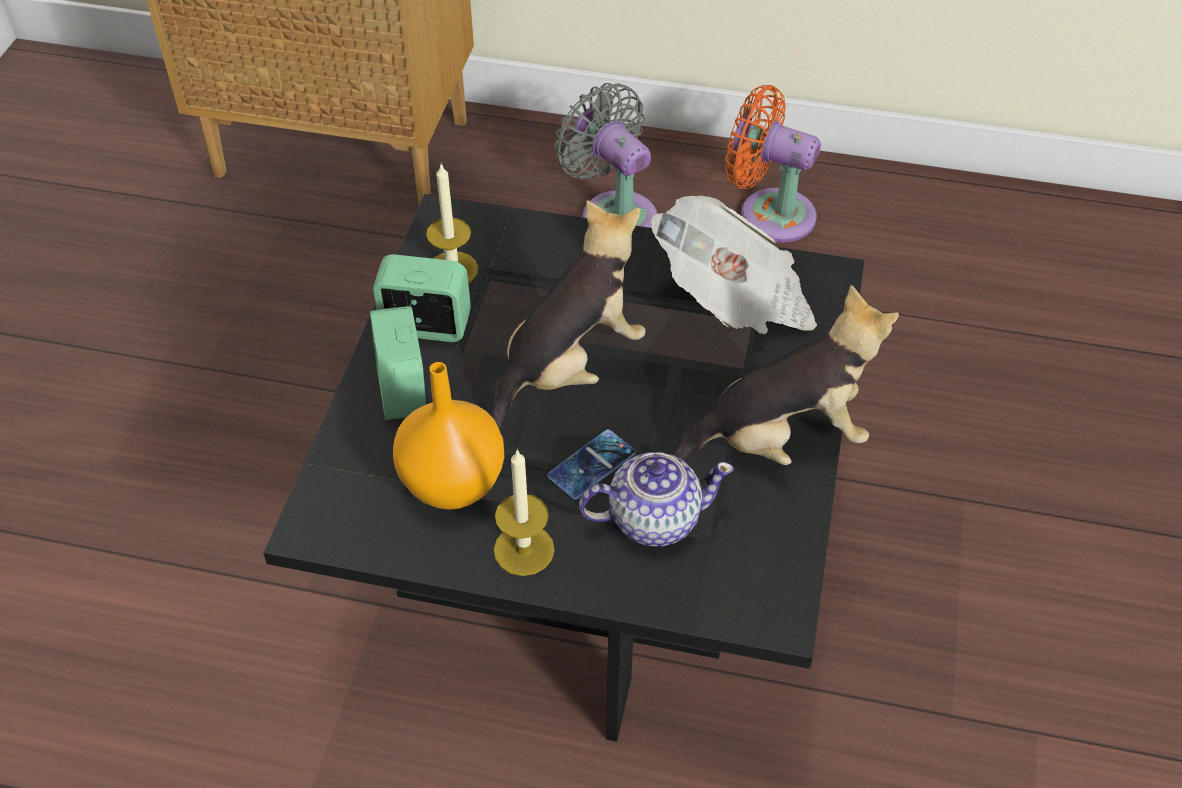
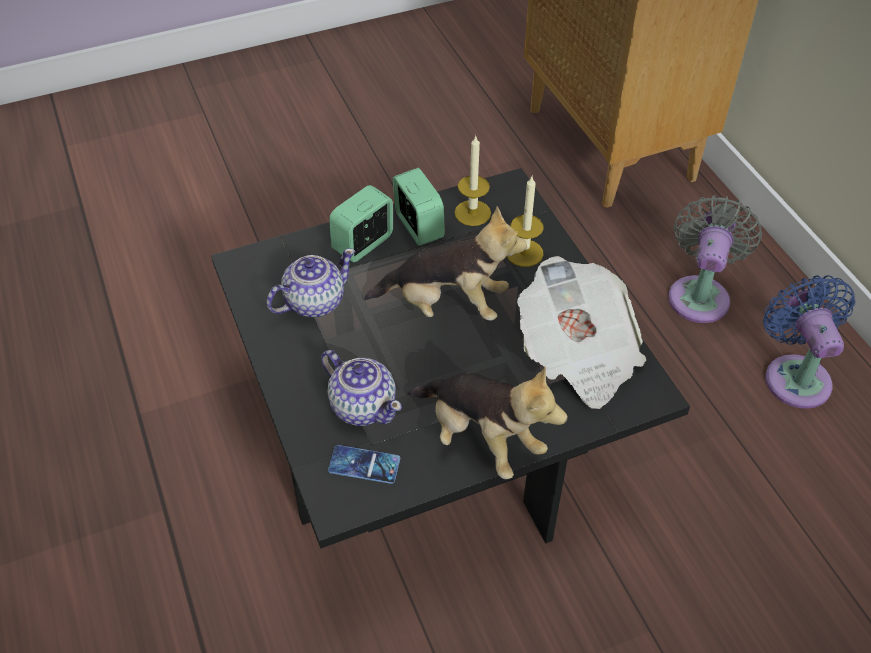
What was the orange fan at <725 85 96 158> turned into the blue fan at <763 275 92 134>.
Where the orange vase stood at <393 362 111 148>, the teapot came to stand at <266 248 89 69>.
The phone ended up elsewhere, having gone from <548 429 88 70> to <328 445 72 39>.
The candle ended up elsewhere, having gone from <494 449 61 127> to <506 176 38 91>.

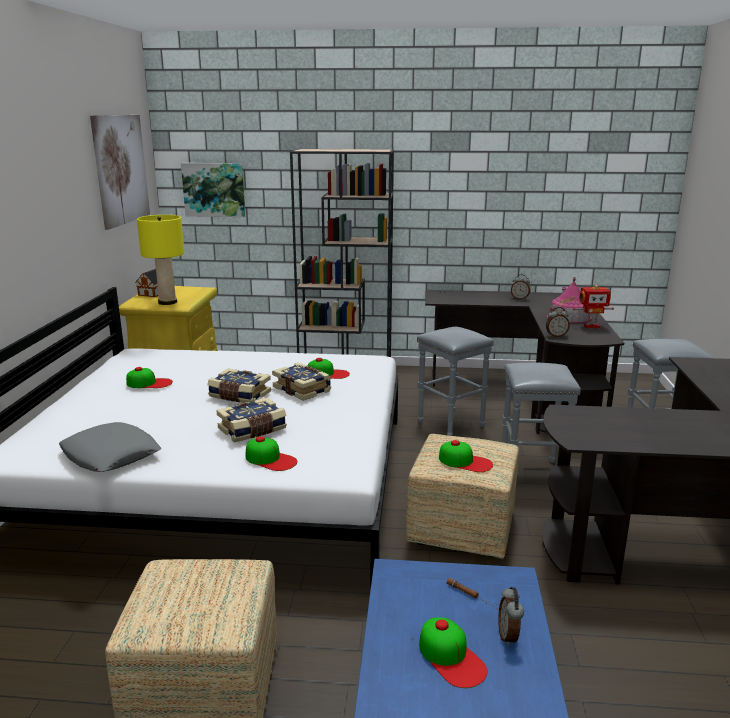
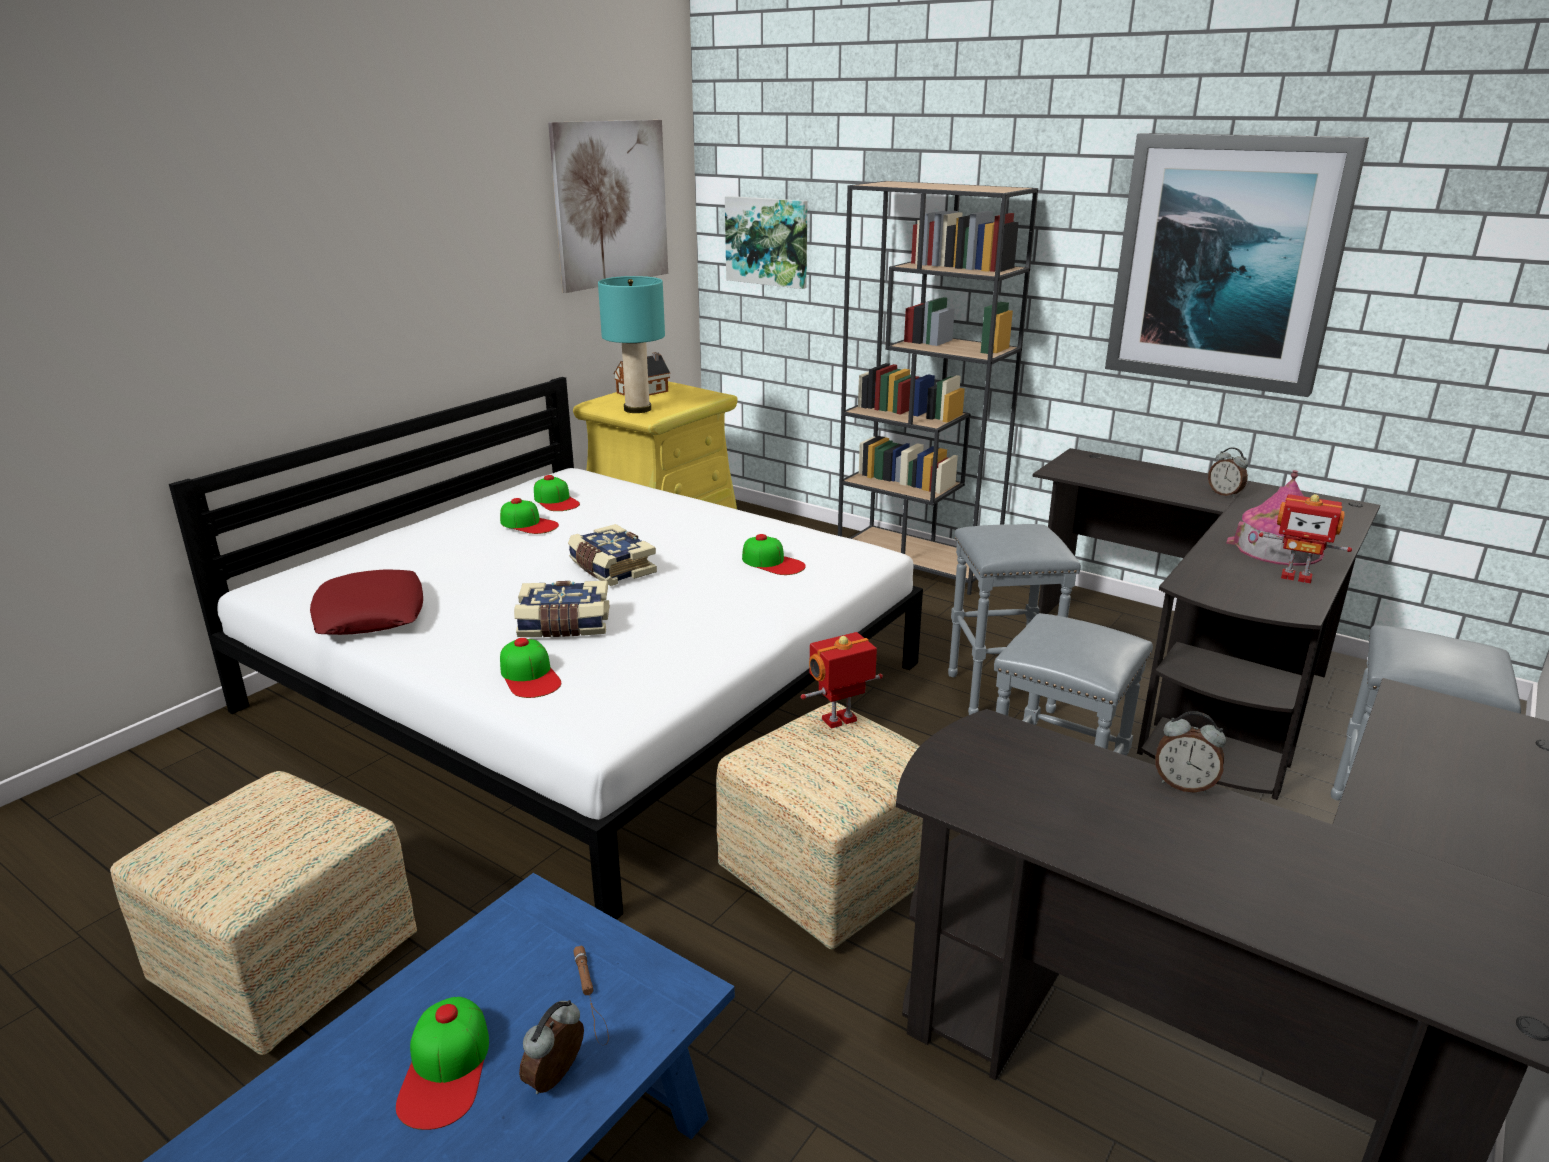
What was the yellow table lamp at <137 215 48 90> turned into the turquoise table lamp at <598 276 67 137>.
The alarm clock ended up elsewhere, having gone from <546 307 24 30> to <1155 711 71 82>.
The second view lost the book at <272 363 59 38>.
What was the grey pillow at <59 422 102 50> turned into the red pillow at <310 570 113 65>.
The cap ended up elsewhere, having gone from <439 440 54 32> to <534 475 46 36>.
The second view gained the picture at <1105 133 264 264>.
The second view gained the toy robot at <801 632 82 97>.

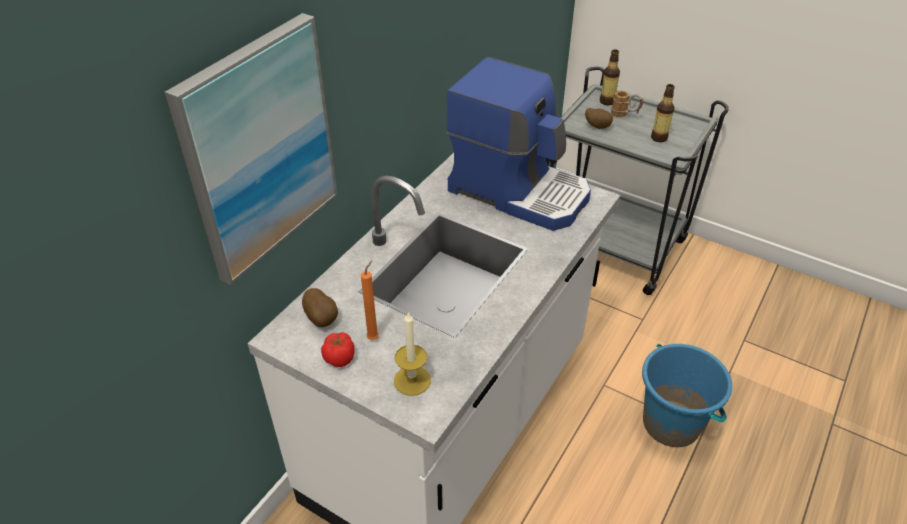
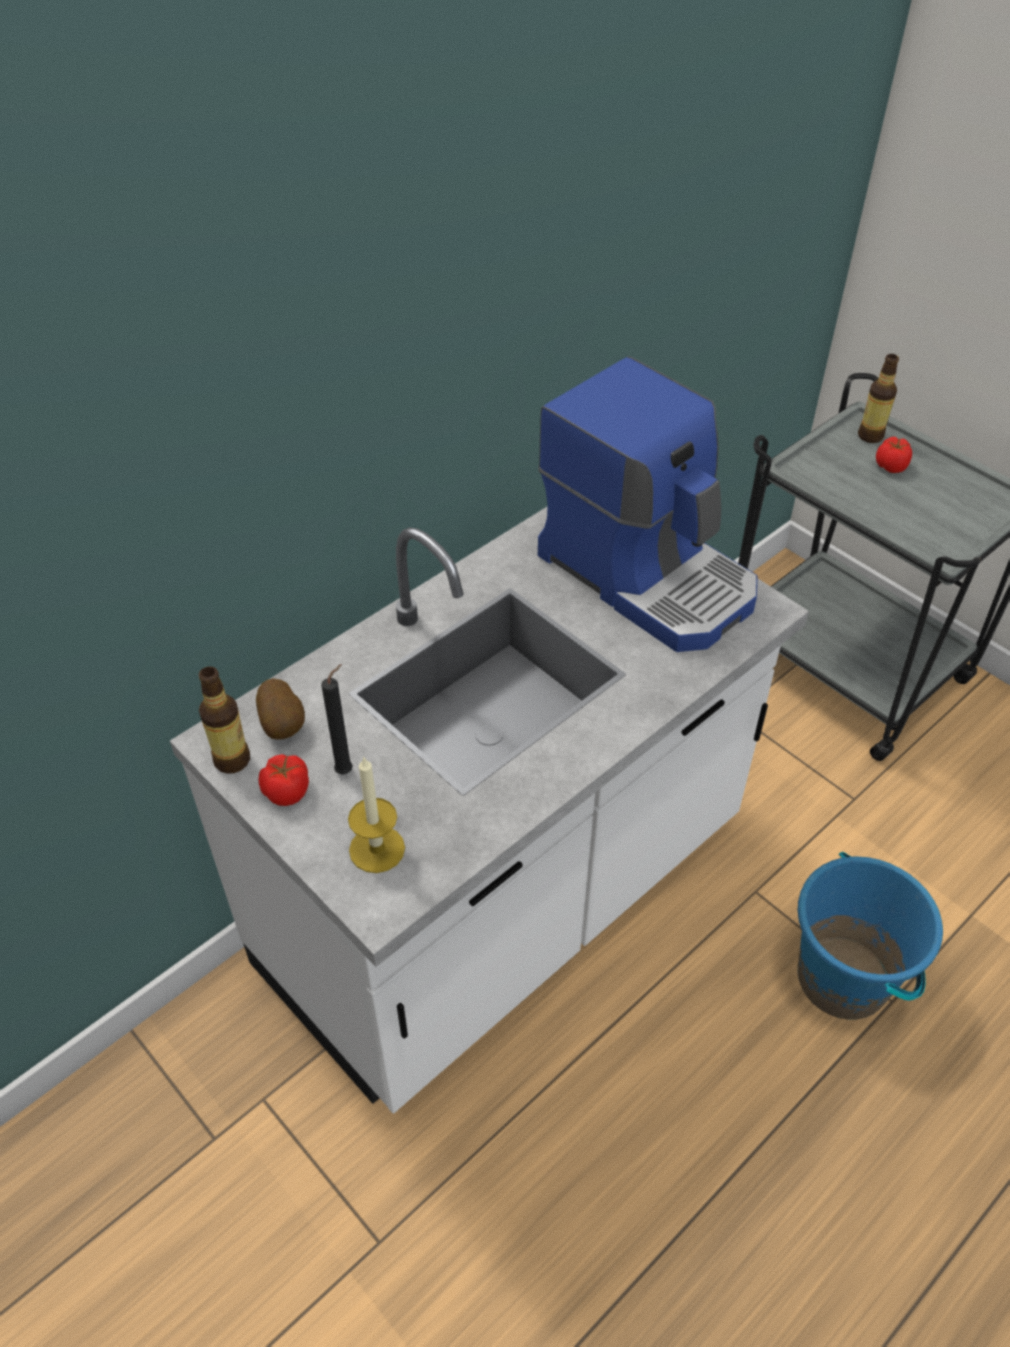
The second view lost the picture at <165 13 173 272>.
The bottle ended up elsewhere, having gone from <651 84 24 58> to <199 666 51 108>.
Where the mug stood at <611 91 32 26>, the tomato came to stand at <876 437 36 36>.
The second view lost the potato at <585 108 28 21>.
What was the orange candle at <361 261 18 79> turned into the black candle at <321 664 32 110>.

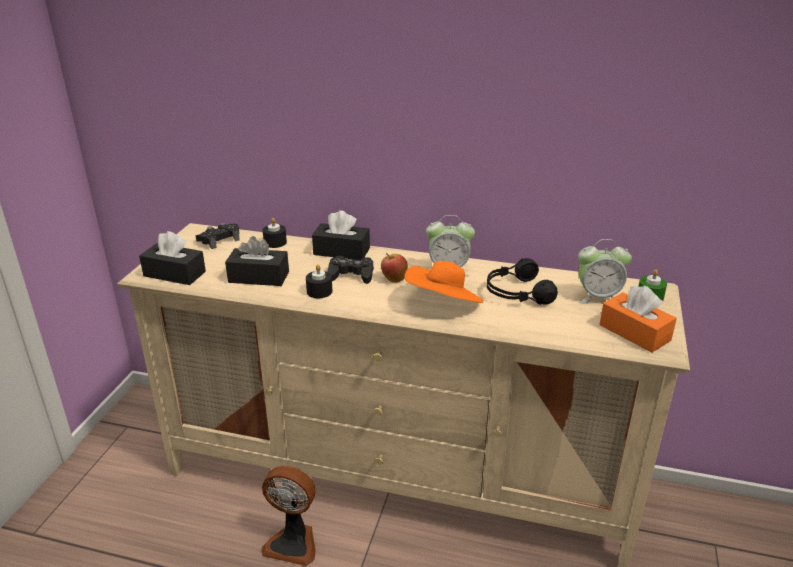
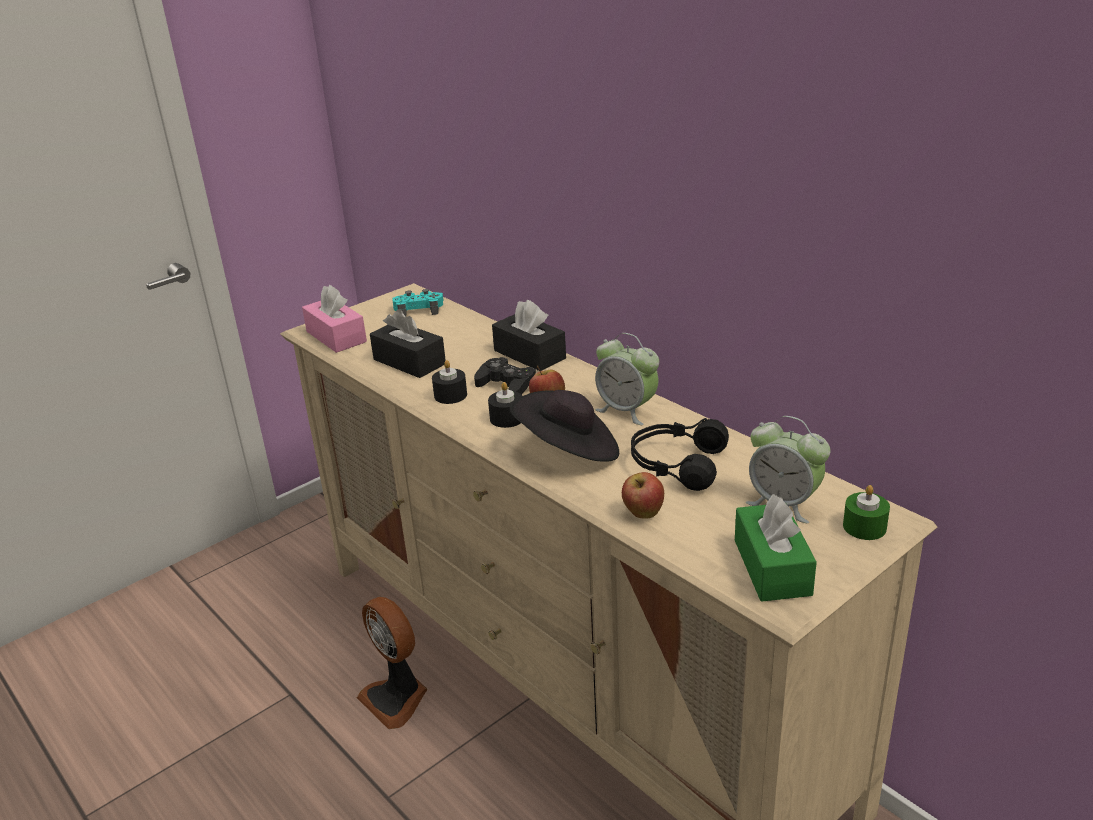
The black candle ended up elsewhere, having gone from <263 218 24 30> to <488 382 35 46>.
What was the black game controller at <196 223 44 26> turned into the turquoise game controller at <393 289 51 28>.
What was the black tissue box at <139 231 67 54> turned into the pink tissue box at <302 285 65 68>.
What was the orange hat at <405 261 79 42> turned into the black hat at <510 390 109 72>.
What was the orange tissue box at <600 286 77 67> turned into the green tissue box at <735 494 82 108>.
The second view gained the apple at <622 472 42 47>.

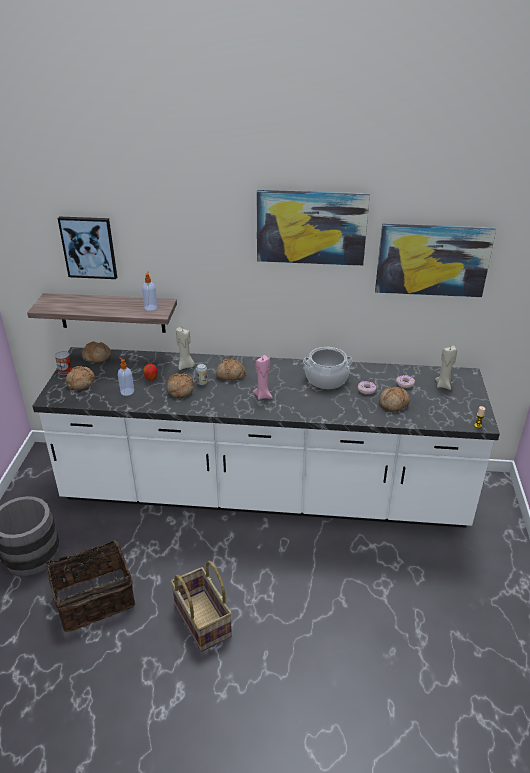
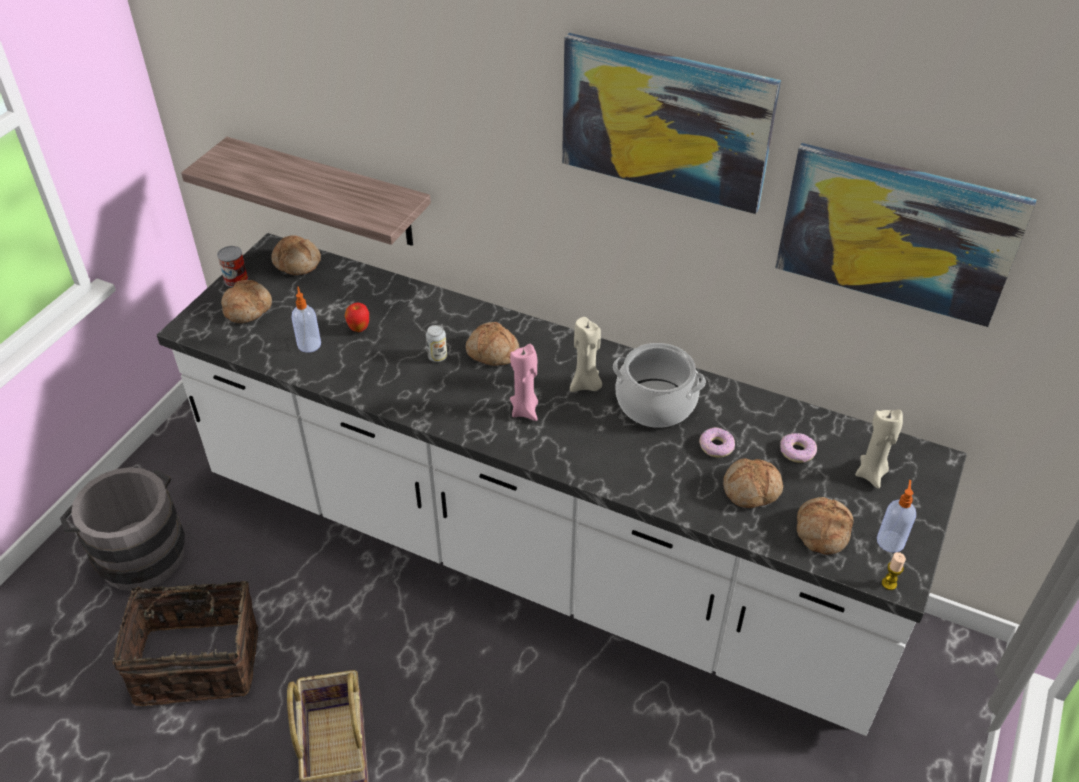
The second view lost the picture at <58 217 59 62>.
The soap dispenser ended up elsewhere, having gone from <142 271 16 40> to <877 480 39 73>.
The beige candle ended up elsewhere, having gone from <176 327 19 43> to <570 317 32 75>.
The bread ended up elsewhere, having gone from <167 373 26 25> to <797 497 57 58>.

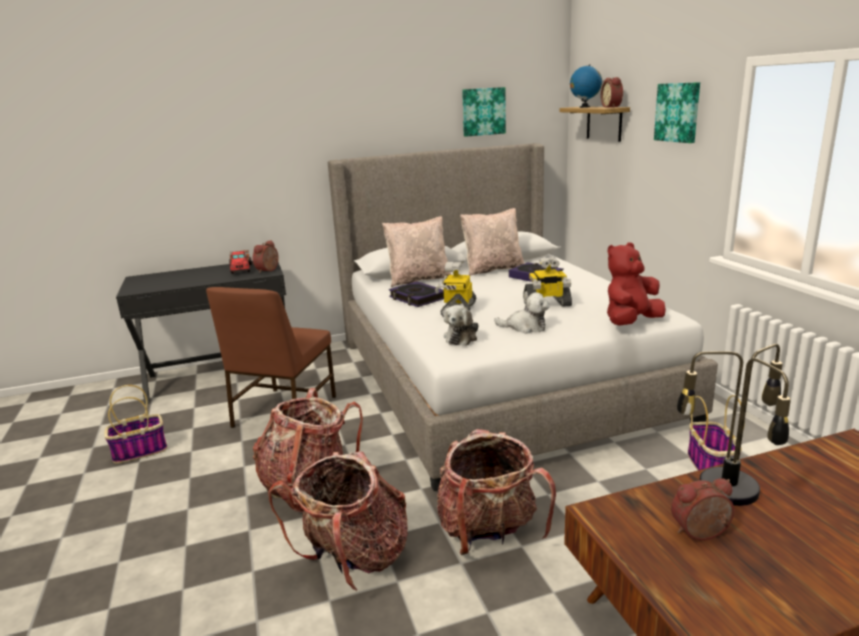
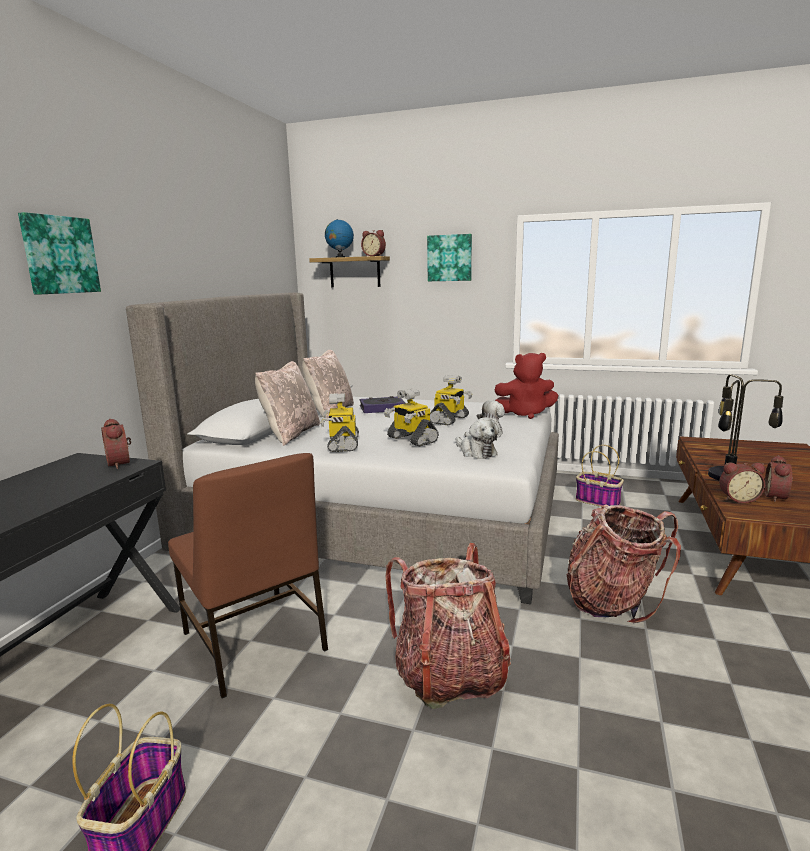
The picture ended up elsewhere, having gone from <462 87 44 50> to <18 212 83 83>.
The red plush toy at <607 242 59 84> ended up facing another way, 90 degrees counterclockwise from before.
The second view lost the toy truck at <229 249 23 25>.
Where the book stood at <389 281 55 26>, the toy robot came to stand at <320 393 39 59>.
The second view lost the backpack at <268 452 140 139>.
The second view gained the alarm clock at <719 462 46 41>.

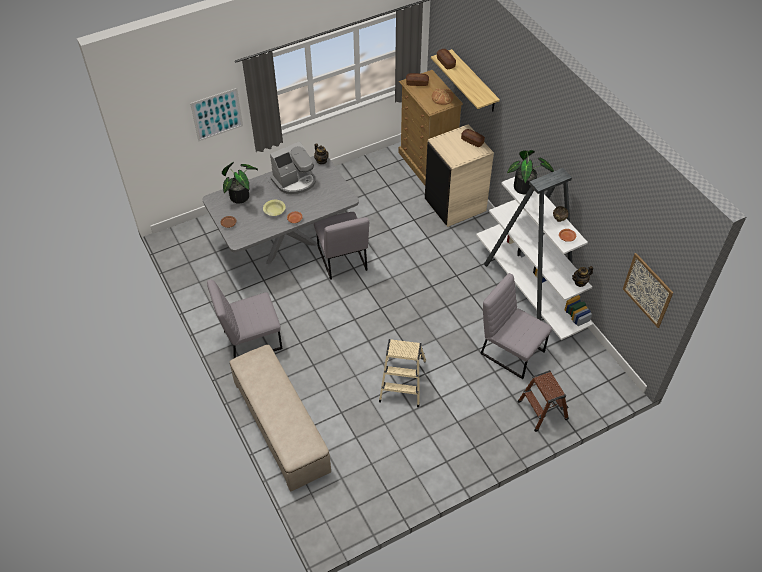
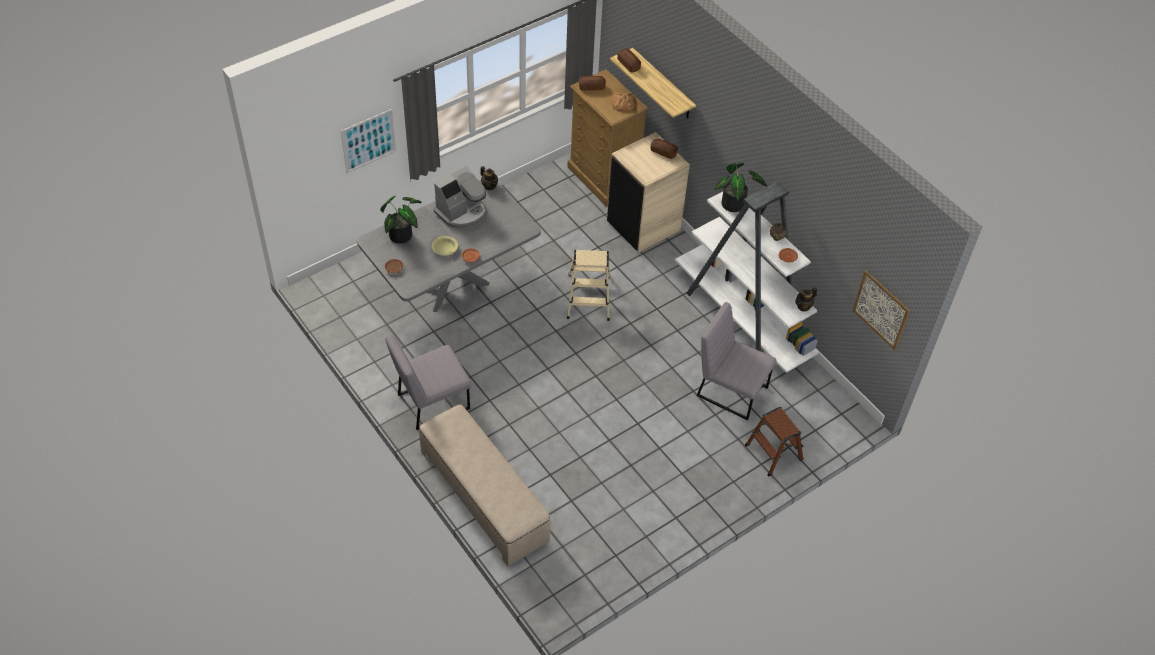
The second view lost the grey chair at <313 212 56 68>.
The beige step ladder ended up elsewhere, having gone from <379 339 47 69> to <567 249 43 72>.

